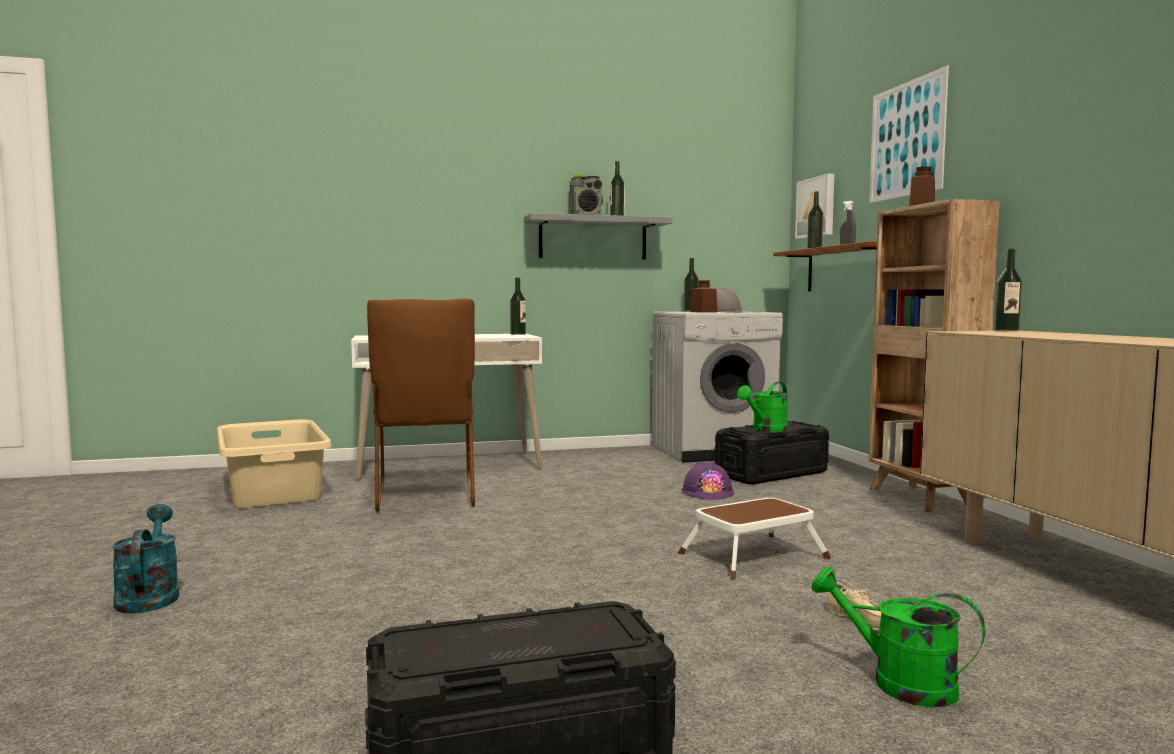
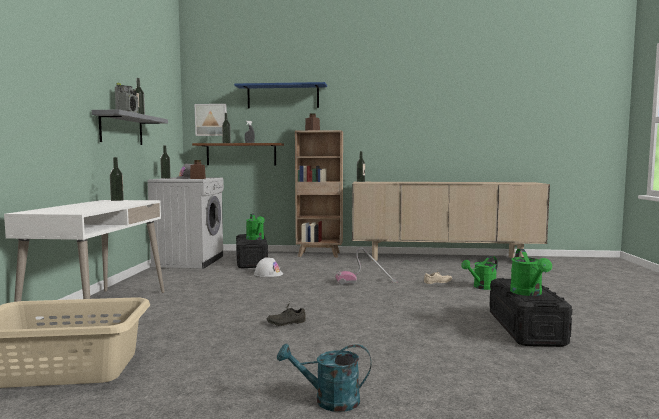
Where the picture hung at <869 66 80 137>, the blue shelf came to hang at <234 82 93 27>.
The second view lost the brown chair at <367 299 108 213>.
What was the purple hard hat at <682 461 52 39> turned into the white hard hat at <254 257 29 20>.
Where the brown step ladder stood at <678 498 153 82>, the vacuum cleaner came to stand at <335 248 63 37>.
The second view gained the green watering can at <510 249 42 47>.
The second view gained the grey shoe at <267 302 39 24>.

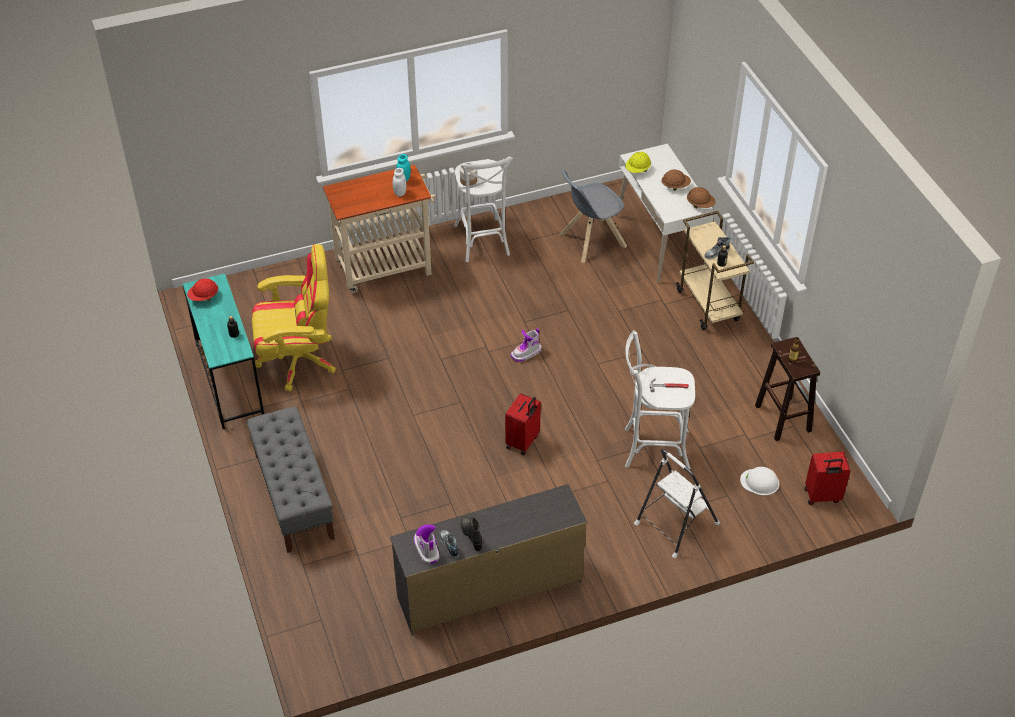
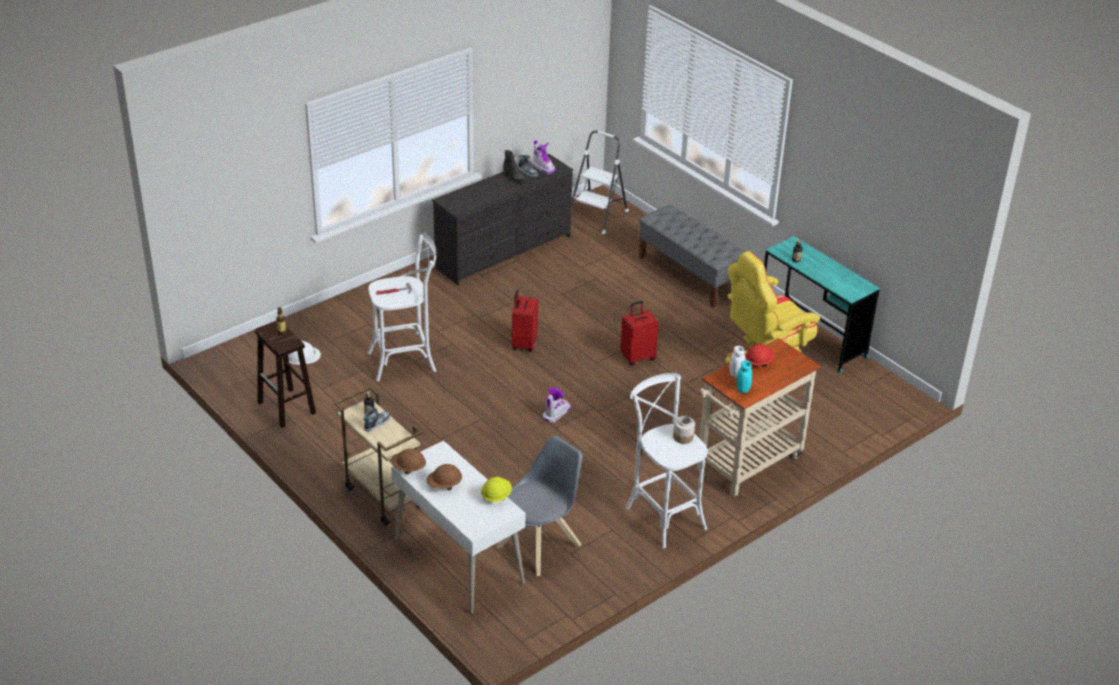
The red hard hat ended up elsewhere, having gone from <187 278 31 23> to <745 344 29 23>.
The white step ladder ended up elsewhere, having gone from <634 449 86 109> to <571 131 58 103>.
The red suitcase ended up elsewhere, having gone from <804 452 46 53> to <620 301 39 65>.

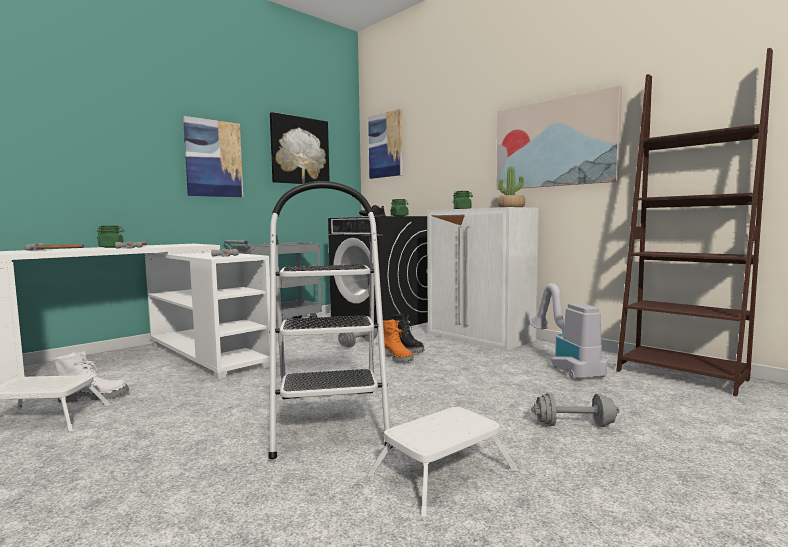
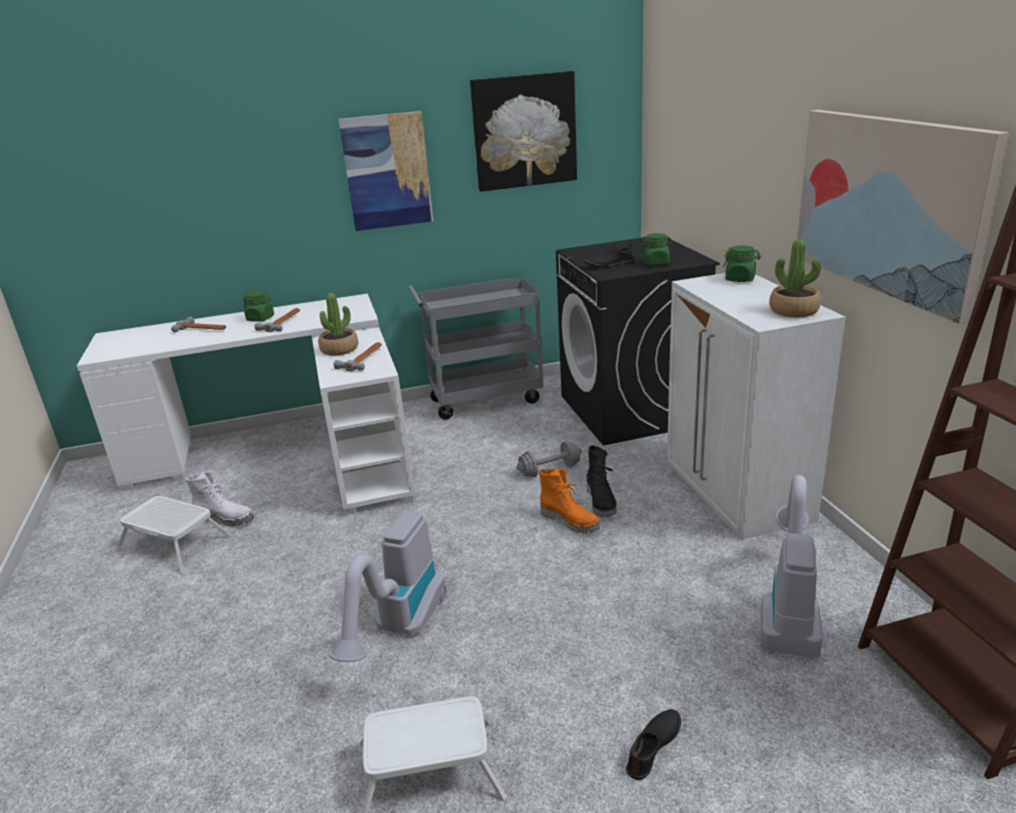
The second view lost the picture at <368 109 35 70>.
Where the step ladder stood at <268 181 125 278>, the vacuum cleaner came to stand at <328 510 118 152>.
The orange boot at <383 319 30 43> ended up facing another way, 45 degrees counterclockwise from before.
Where the grey dumbbell stood at <531 393 88 34>, the black shoe came to stand at <626 709 55 71>.
The second view gained the potted plant at <318 293 40 63>.

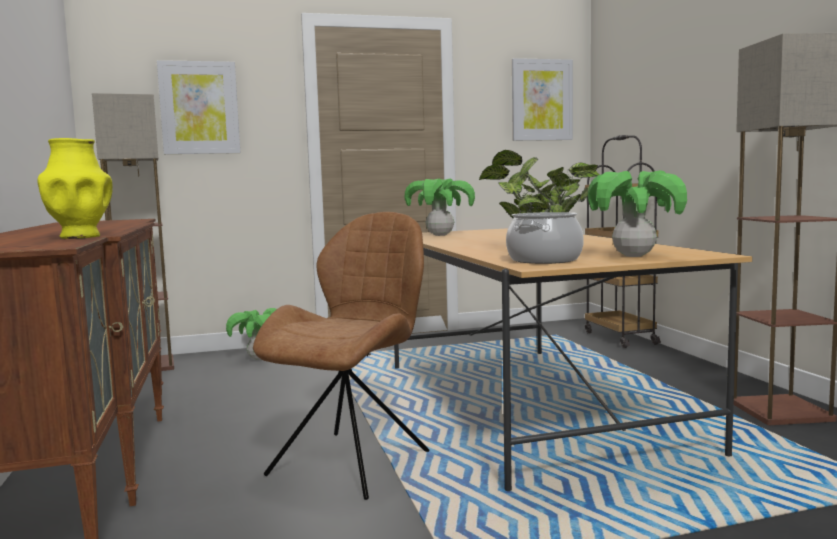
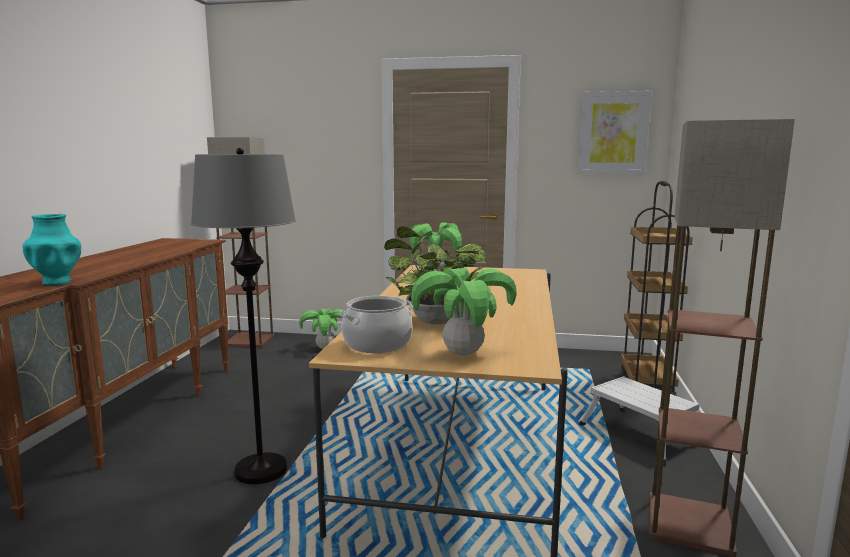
The second view lost the picture at <157 60 83 94>.
What was the yellow vase at <37 138 76 101> turned into the turquoise vase at <22 214 59 72>.
Where the brown chair stood at <253 212 176 288>, the grey floor lamp came to stand at <191 148 105 336>.
The second view gained the white step ladder at <578 376 122 91>.

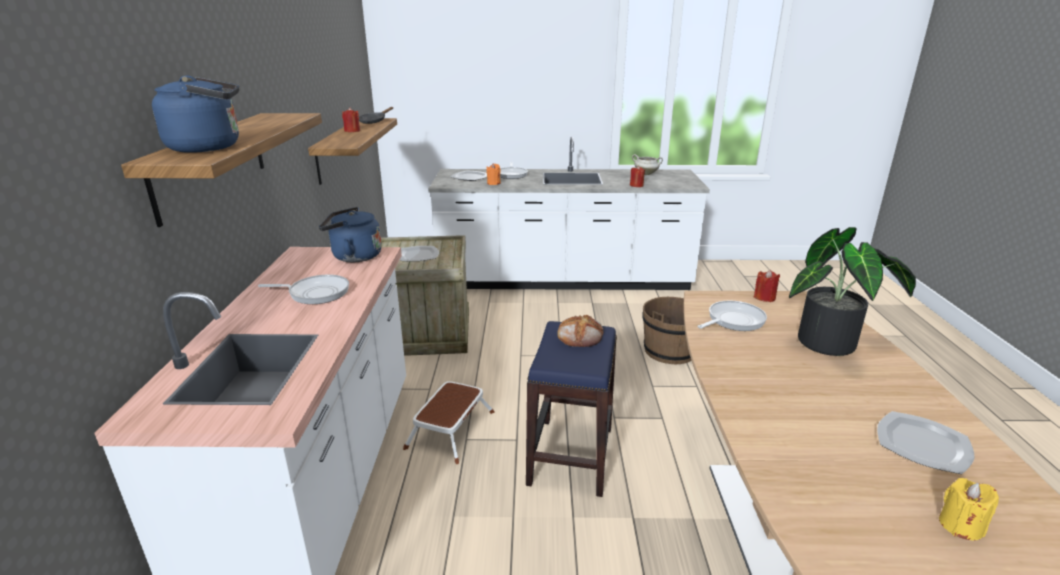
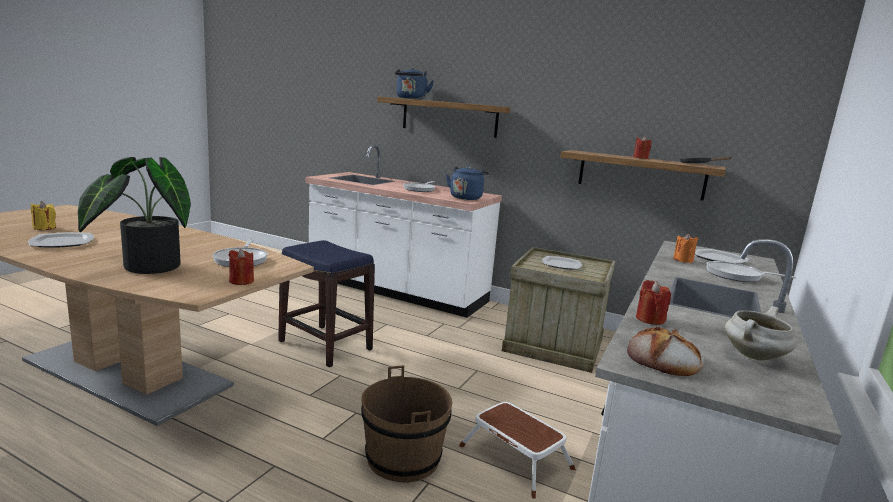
The bread ended up elsewhere, having gone from <557 315 47 32> to <627 326 77 50>.
The brown step ladder ended up elsewhere, having gone from <403 381 92 83> to <459 402 117 97>.

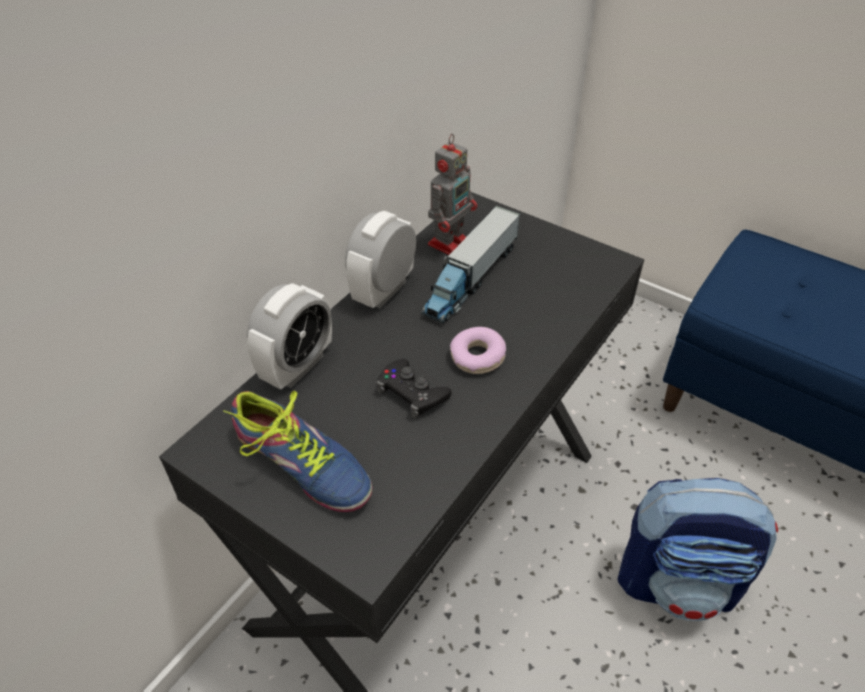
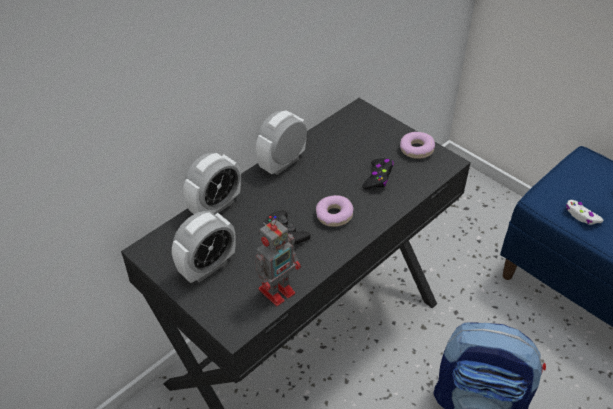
The toy robot ended up elsewhere, having gone from <428 134 49 121> to <255 218 46 88>.
The second view lost the toy truck at <421 206 99 117>.
Where the shoe stood at <223 391 149 121>, the alarm clock came to stand at <172 211 64 72>.
The second view gained the donut at <400 132 35 27>.
The second view gained the black game controller at <362 158 32 31>.
The second view gained the white game controller at <566 200 38 25>.

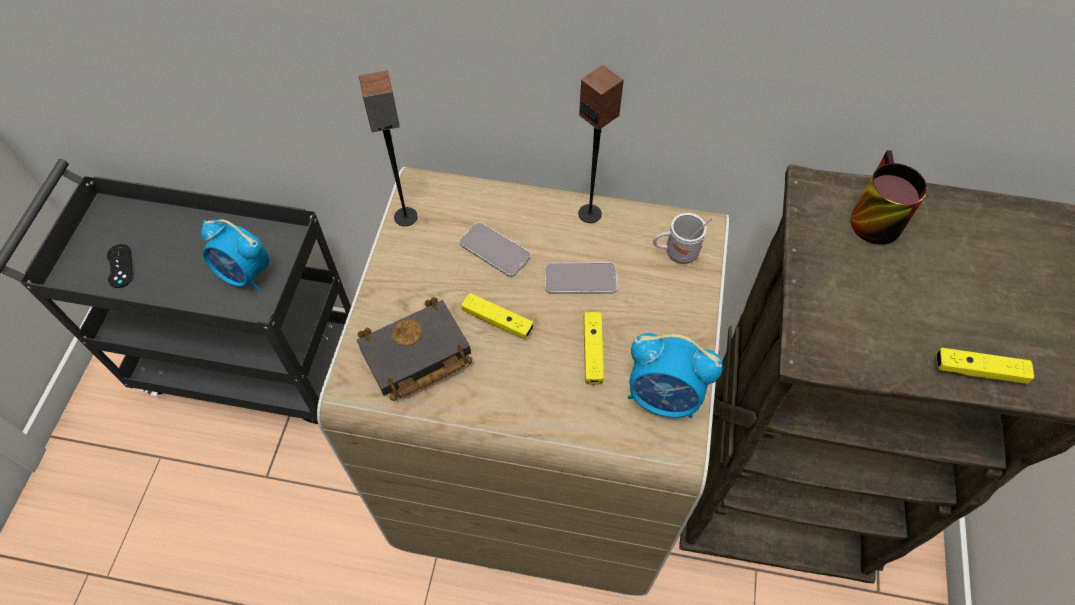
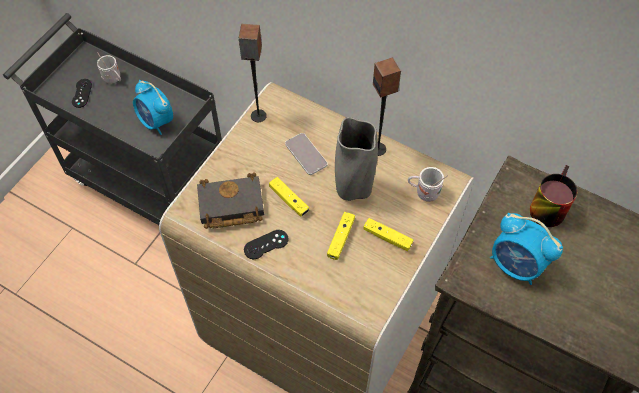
Where the phone stood at <545 263 72 31>, the grey vase came to stand at <335 117 43 84>.
The alarm clock ended up elsewhere, having gone from <628 333 95 85> to <490 213 73 72>.
The yellow game controller ended up elsewhere, having gone from <936 347 98 37> to <363 218 50 33>.
The second view gained the white mug at <97 52 24 32>.
The second view gained the black game controller at <244 230 45 29>.

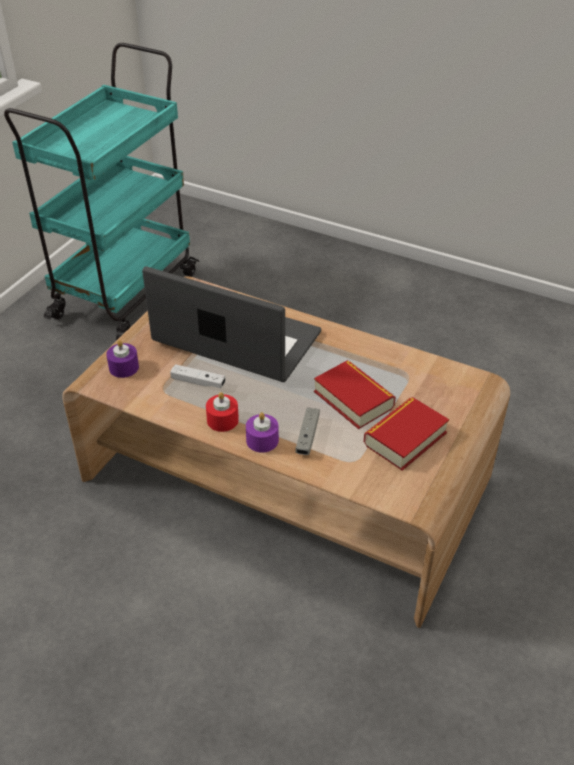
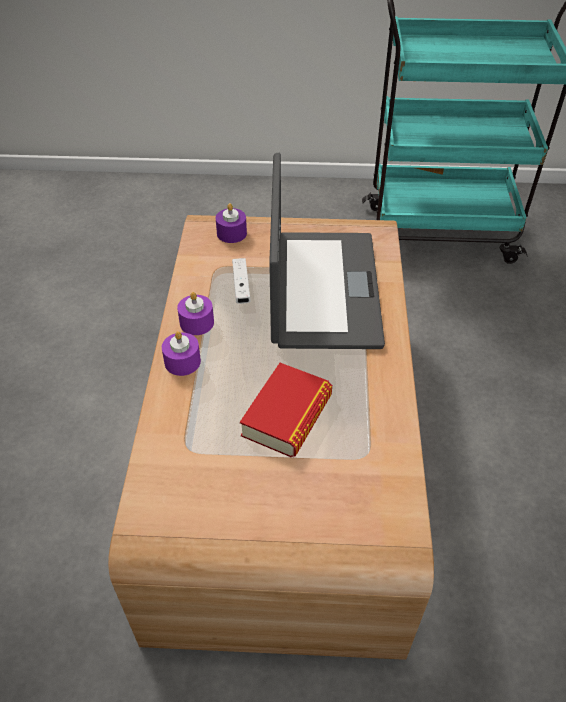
What was the red candle at <206 392 33 40> turned into the purple candle at <177 292 37 43>.
The second view lost the book at <364 397 85 74>.
The second view lost the grey game controller at <295 408 25 47>.

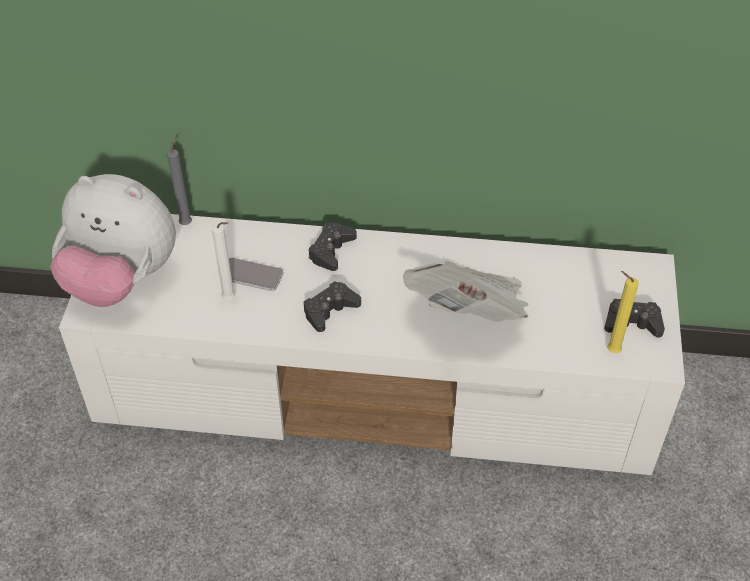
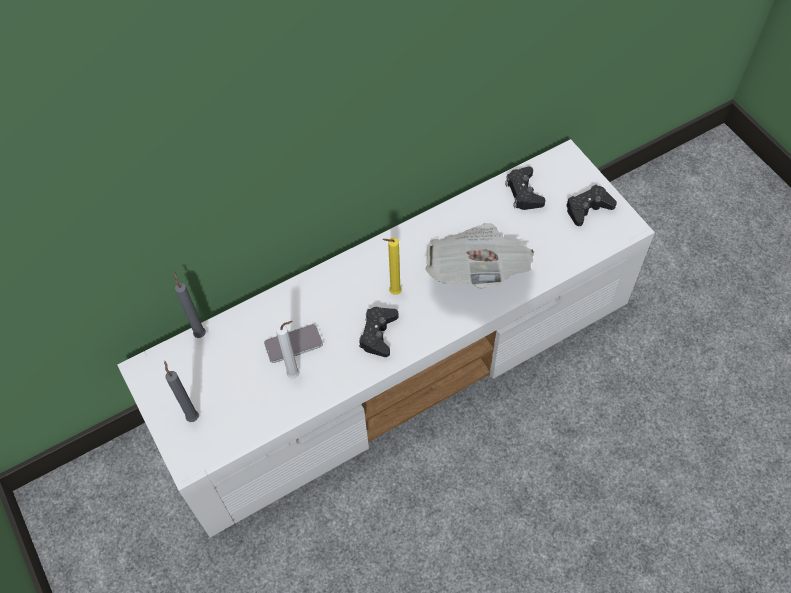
Where the plush toy stood at <50 174 126 133>, the grey candle came to stand at <164 361 35 61>.
The black game controller ended up elsewhere, having gone from <308 222 49 49> to <505 167 41 43>.
The yellow candle ended up elsewhere, having gone from <607 271 32 82> to <382 238 20 57>.

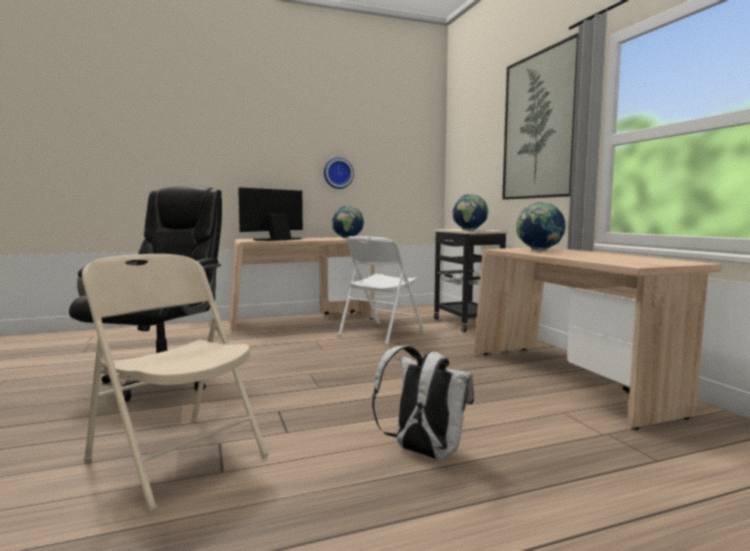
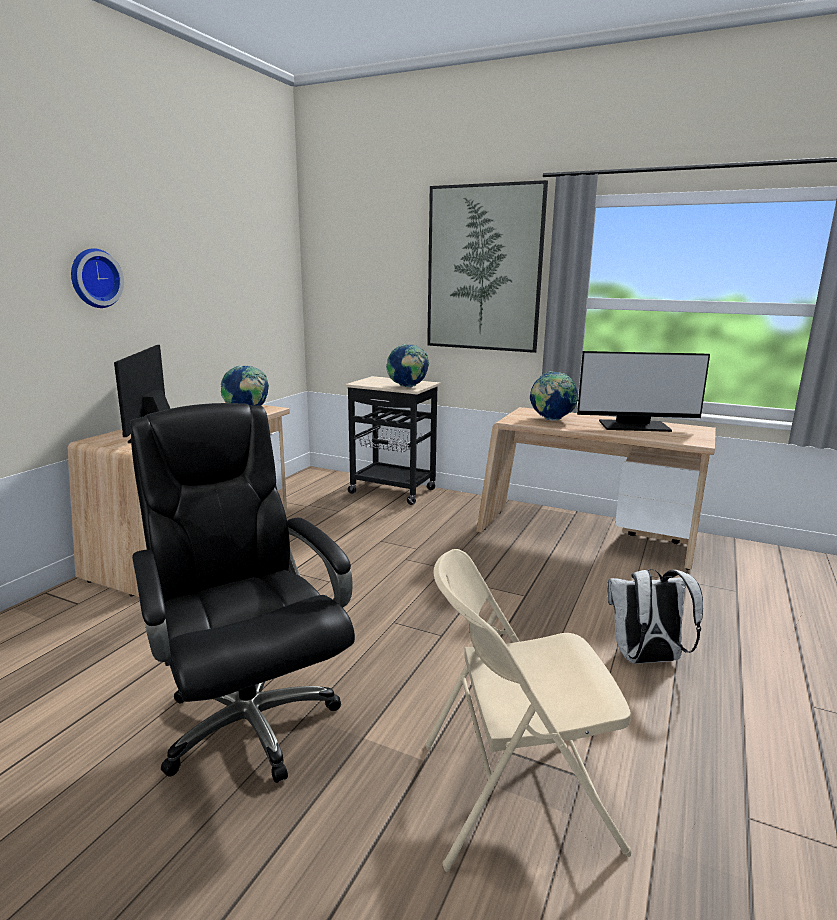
The wall clock ended up elsewhere, having gone from <324 157 30 32> to <71 248 53 60>.
The second view lost the white chair at <338 236 87 109>.
The second view gained the monitor at <577 351 133 81>.

